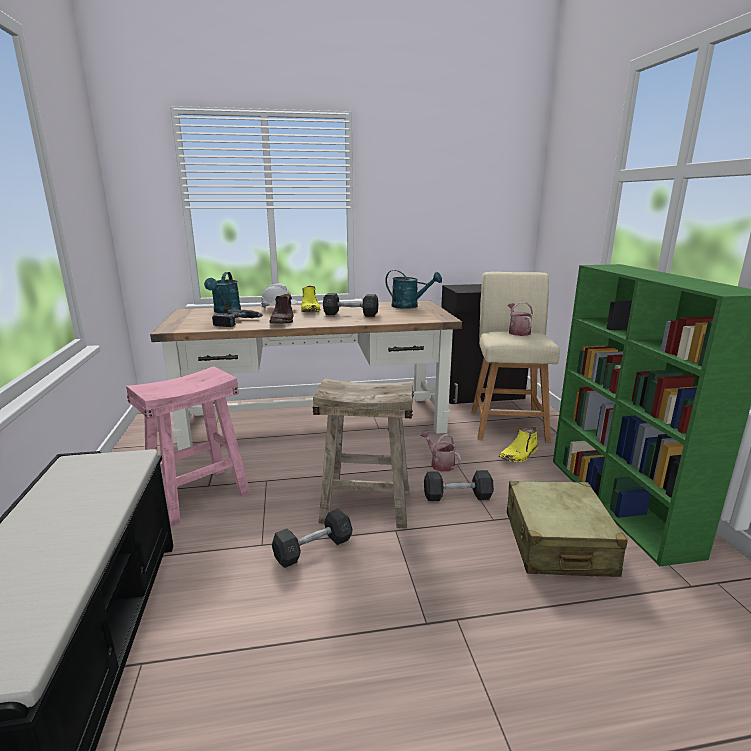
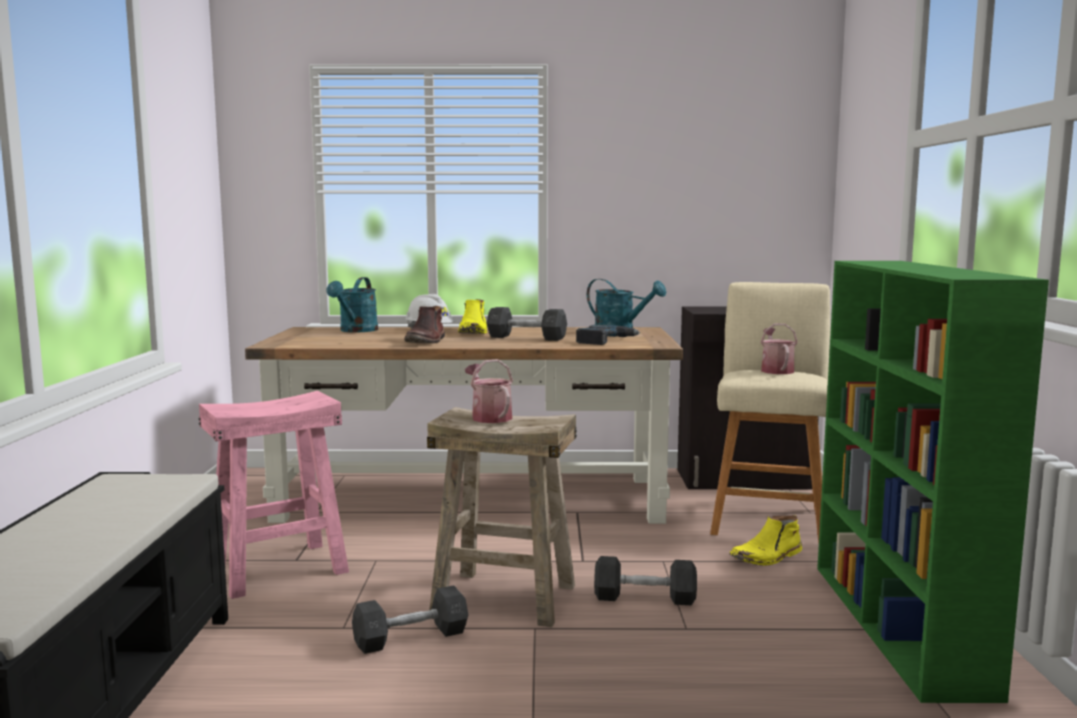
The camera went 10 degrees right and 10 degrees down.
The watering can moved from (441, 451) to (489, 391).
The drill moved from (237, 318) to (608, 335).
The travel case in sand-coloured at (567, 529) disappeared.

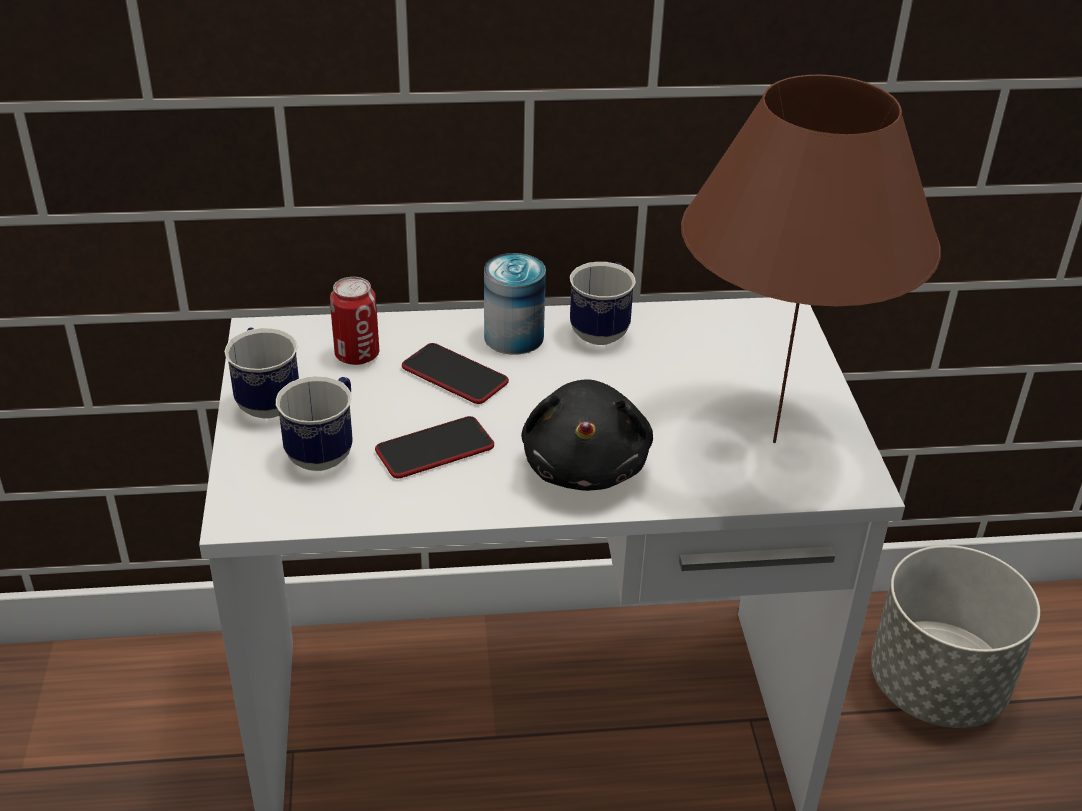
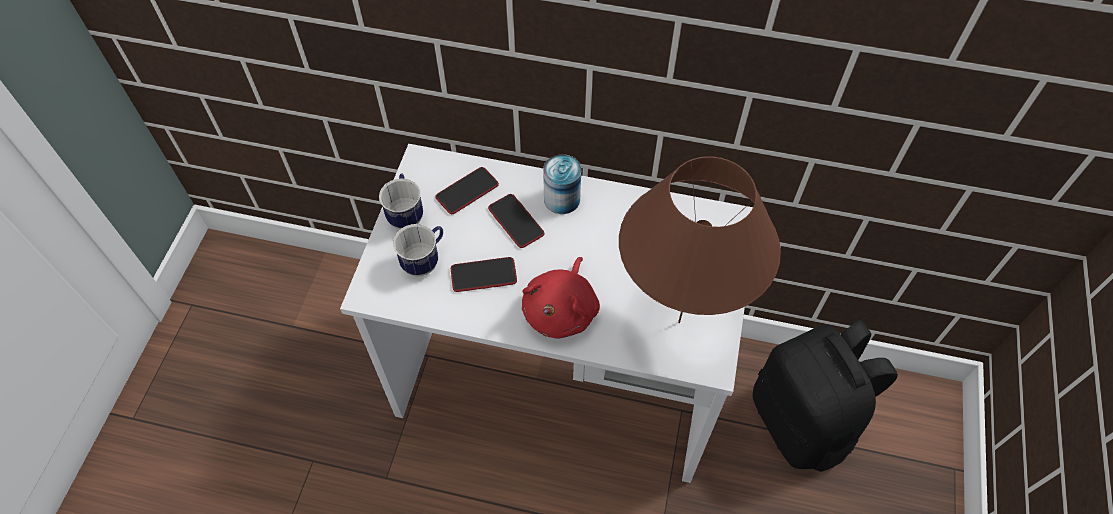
The camera went 20 degrees right and 20 degrees up.
The can at (354, 321) was replaced by the handset at (467, 190).
The cuddly toy in black at (587, 435) became the cuddly toy in red-coloured at (561, 297).
The plant pot in gray at (955, 636) was replaced by the knapsack in black at (825, 396).
The tea mug at (603, 303) disappeared.

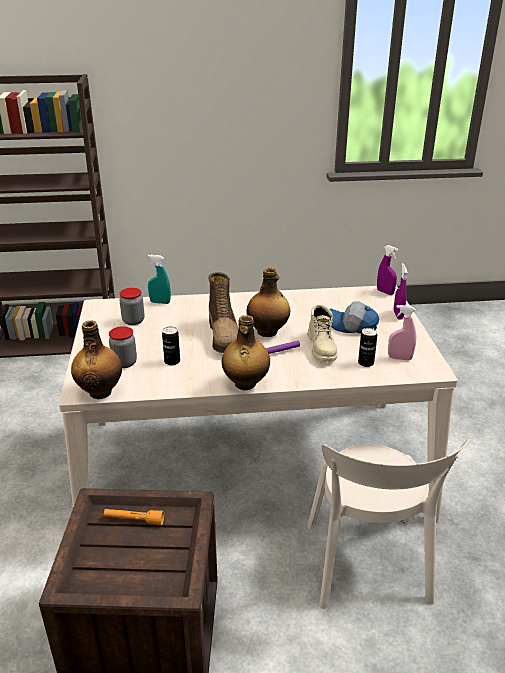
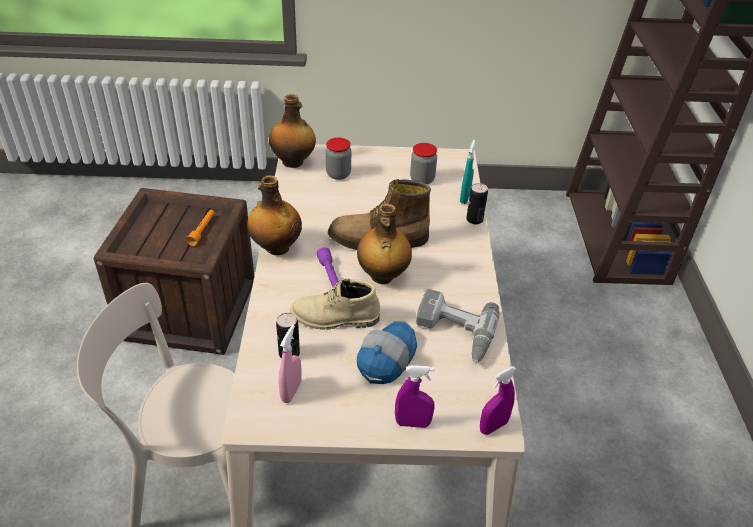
The camera went 95 degrees right and 10 degrees up.
The drill at (457, 326) appeared.
The can moved from (171, 345) to (477, 203).

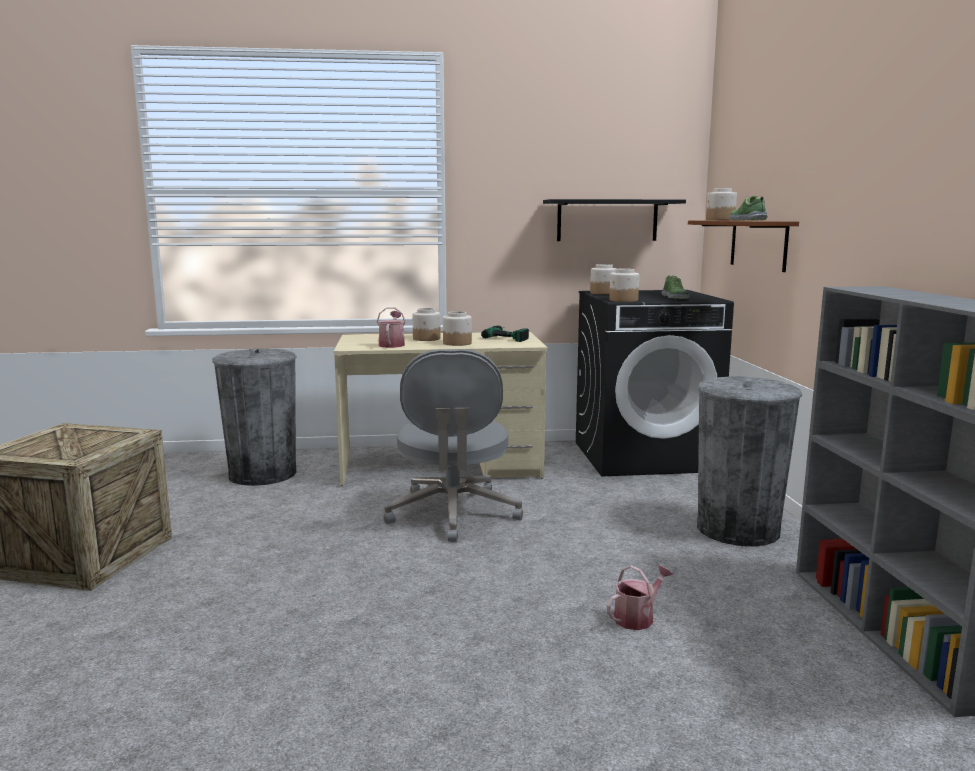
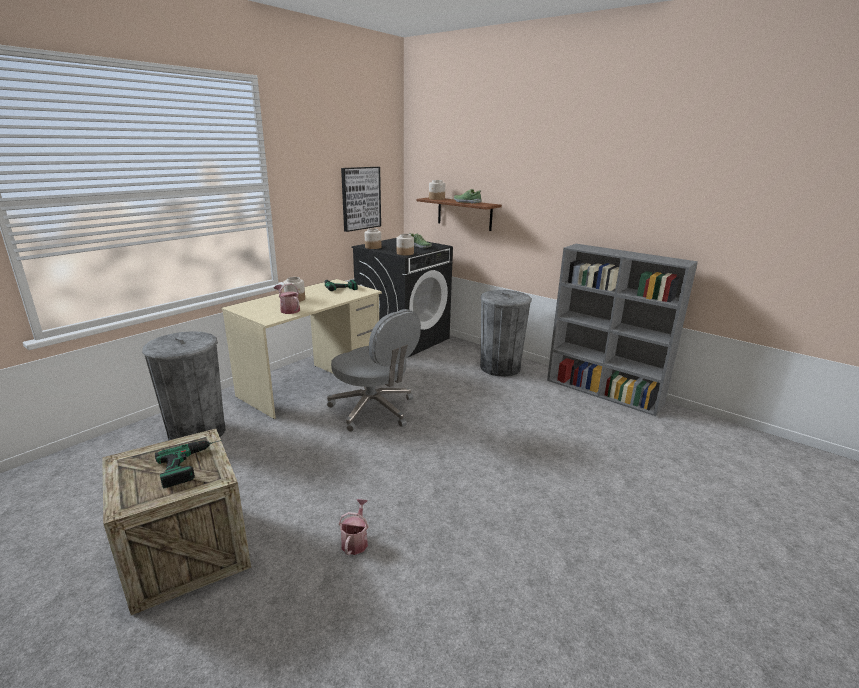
The camera went 45 degrees left and 10 degrees up.
The drill at (188, 464) appeared.
The watering can moved from (640, 597) to (354, 527).
The shelf in black at (614, 220) was replaced by the wall art at (361, 199).
The storage jar at (457, 328) disappeared.

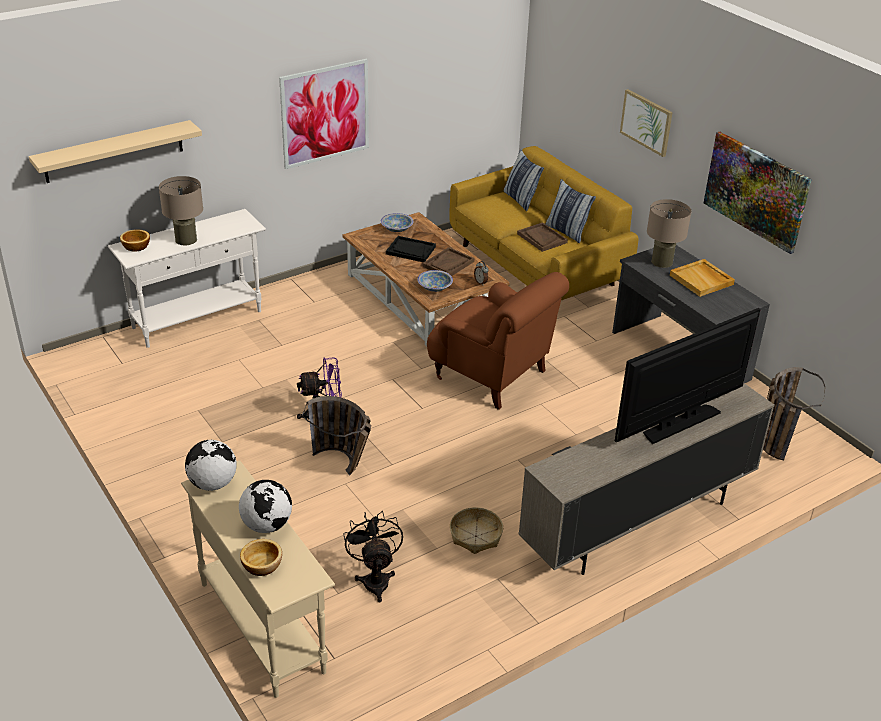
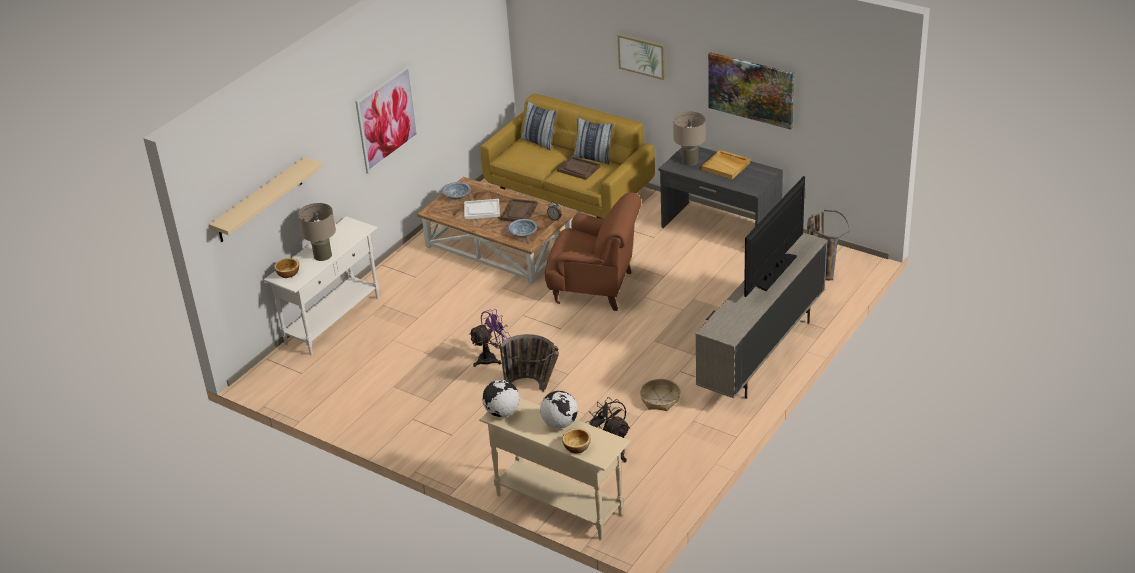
The camera went 20 degrees left and 0 degrees up.
The carrying tray in black at (411, 249) became the carrying tray in white at (482, 209).

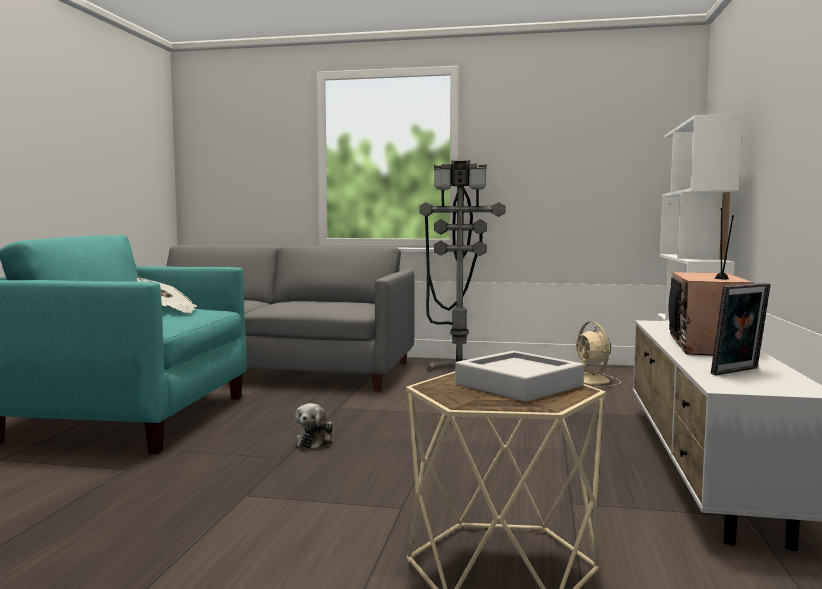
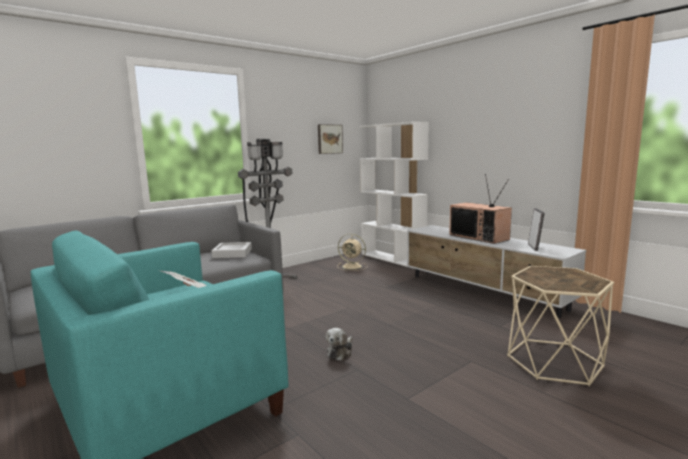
The camera went 50 degrees left and 5 degrees up.
The carrying tray in gray moved from (519, 376) to (232, 250).
The wall art at (330, 139) appeared.
The cuddly toy at (314, 426) turned 60 degrees clockwise.

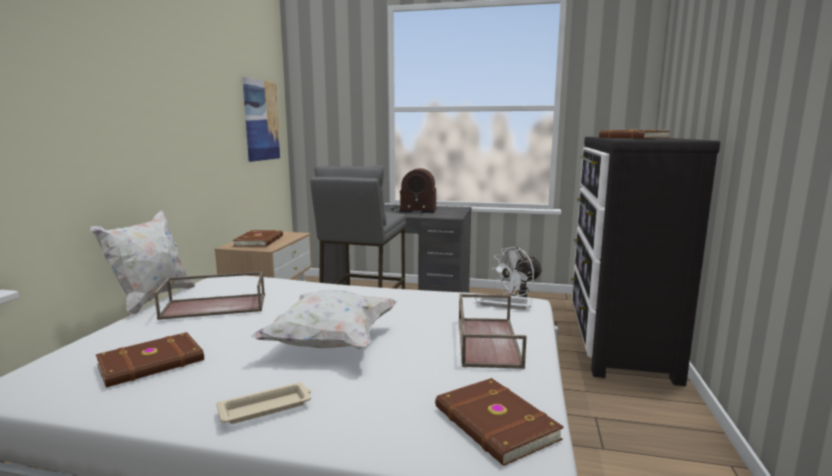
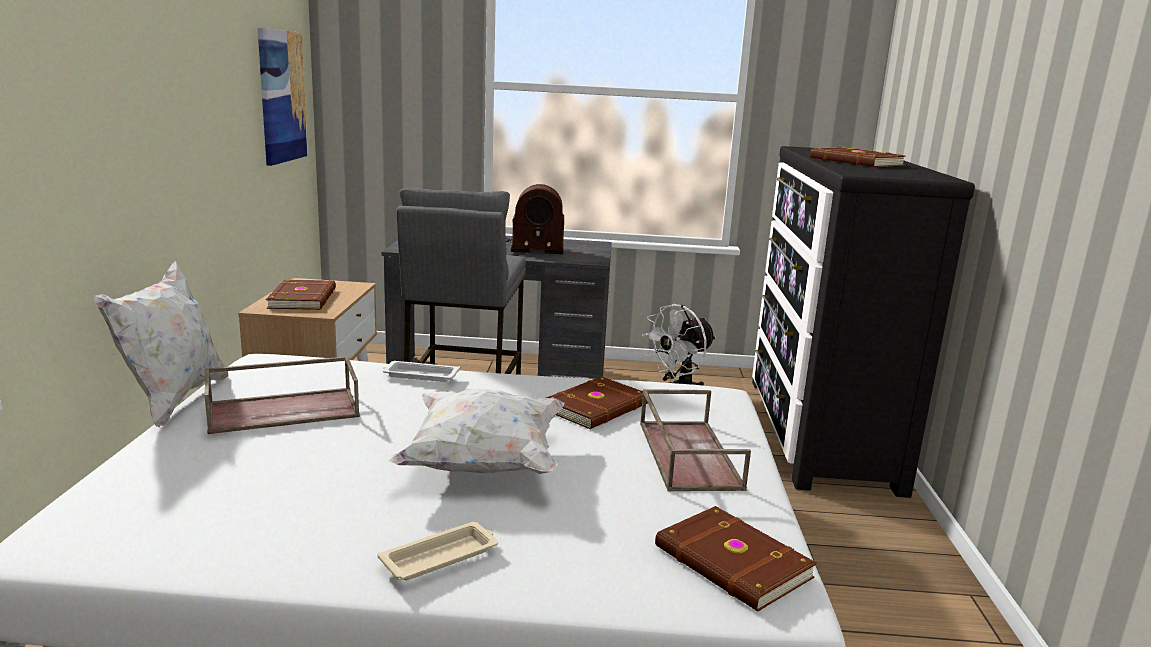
The camera went 10 degrees left and 5 degrees up.
The carrying tray in white moved from (503, 302) to (421, 371).
The bound book in brownish moved from (150, 360) to (597, 402).

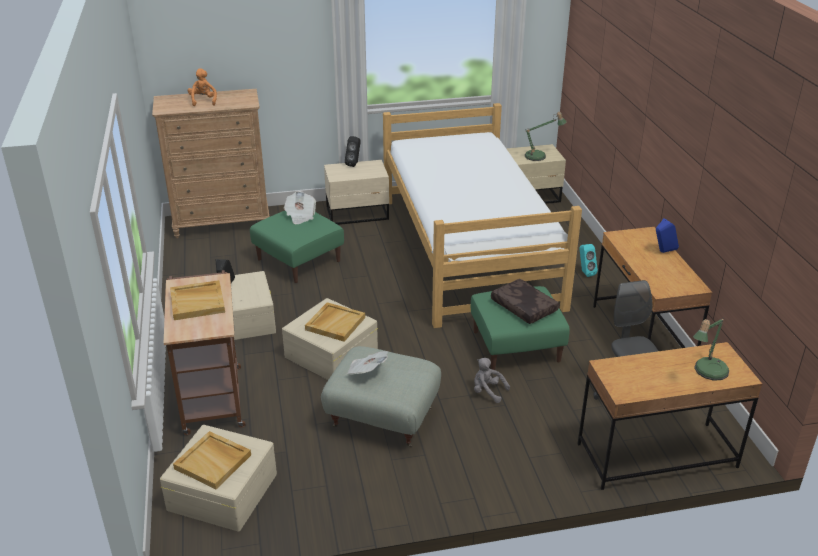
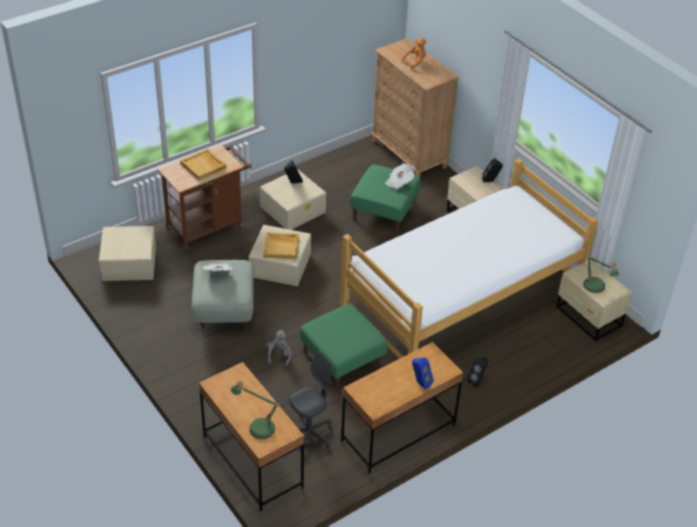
The camera went 65 degrees right and 10 degrees up.
The loudspeaker in turquoise-coloured at (588, 260) became the loudspeaker in black at (477, 372).
The carrying tray in sand-coloured at (212, 460) disappeared.
The cushion in brownish at (525, 301) disappeared.

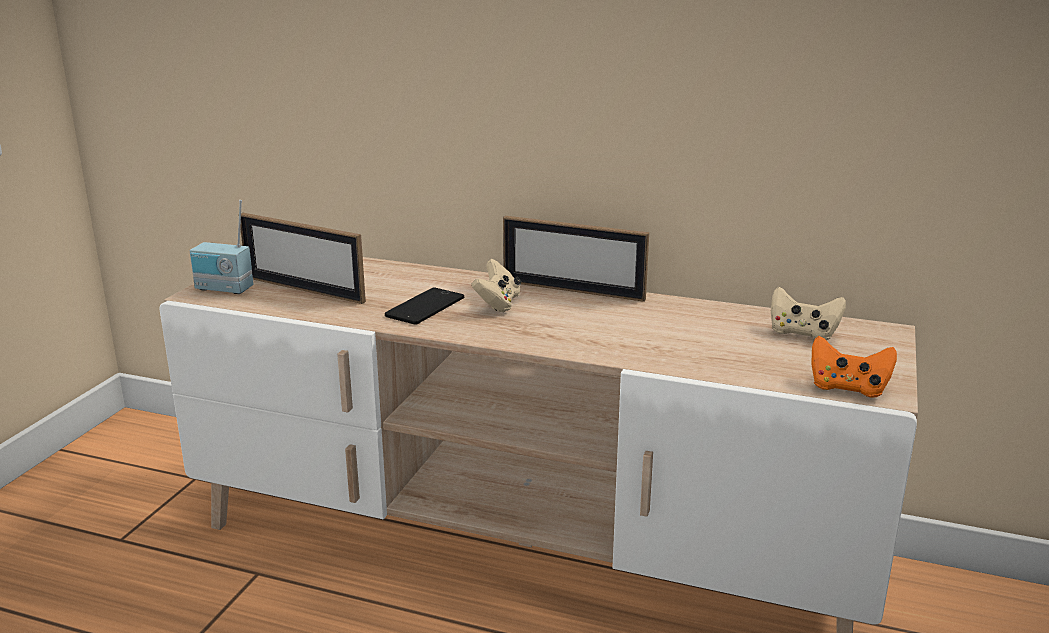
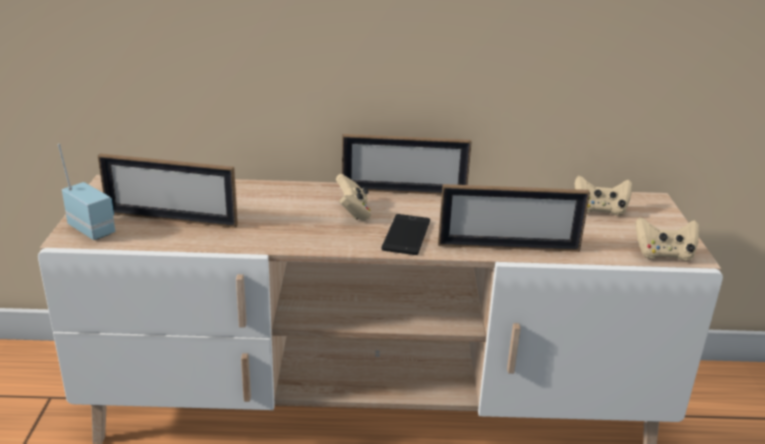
The camera went 20 degrees left and 5 degrees up.
The radio receiver at (222, 247) turned 135 degrees counterclockwise.
The handset moved from (424, 306) to (406, 234).
The photo frame at (514, 218) appeared.
The joypad in orange at (854, 367) became the joypad in sand-coloured at (667, 239).

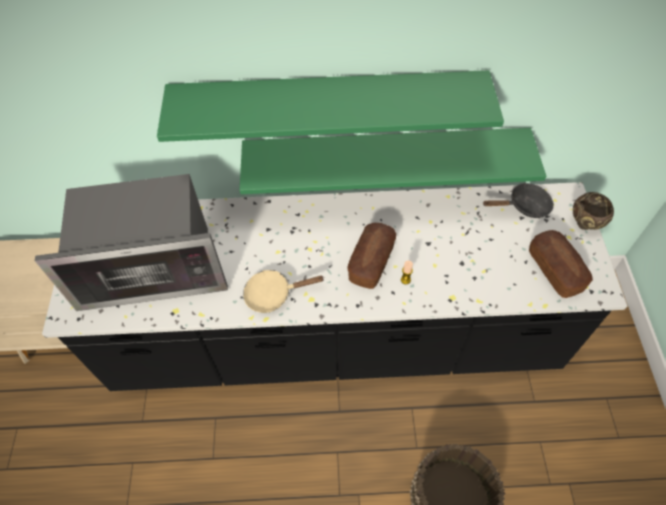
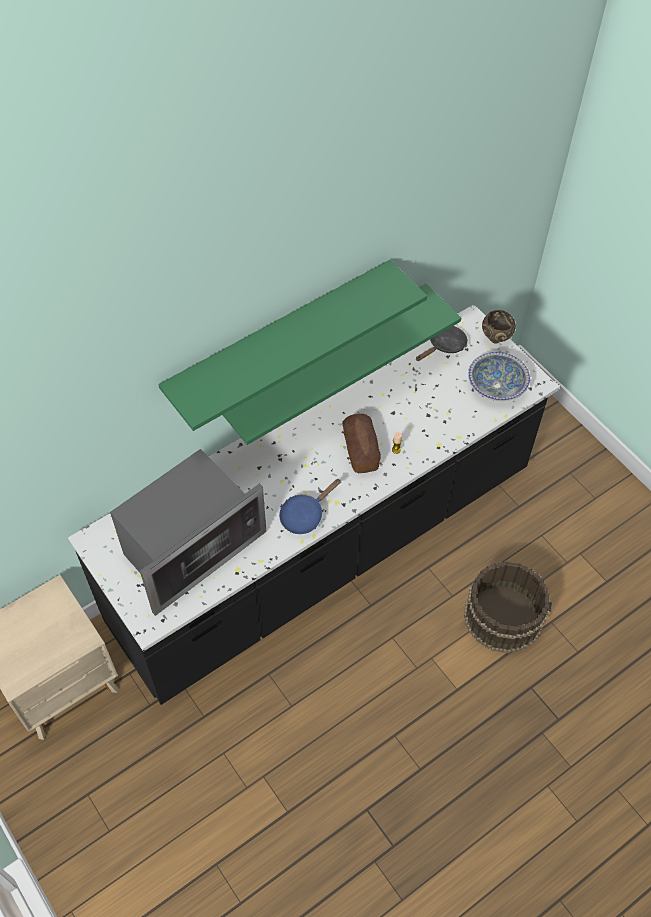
The camera went 35 degrees left and 0 degrees up.
The skillet in sand-coloured at (284, 291) became the skillet in blue-coloured at (310, 506).
The bread at (561, 264) was replaced by the bowl at (499, 376).

